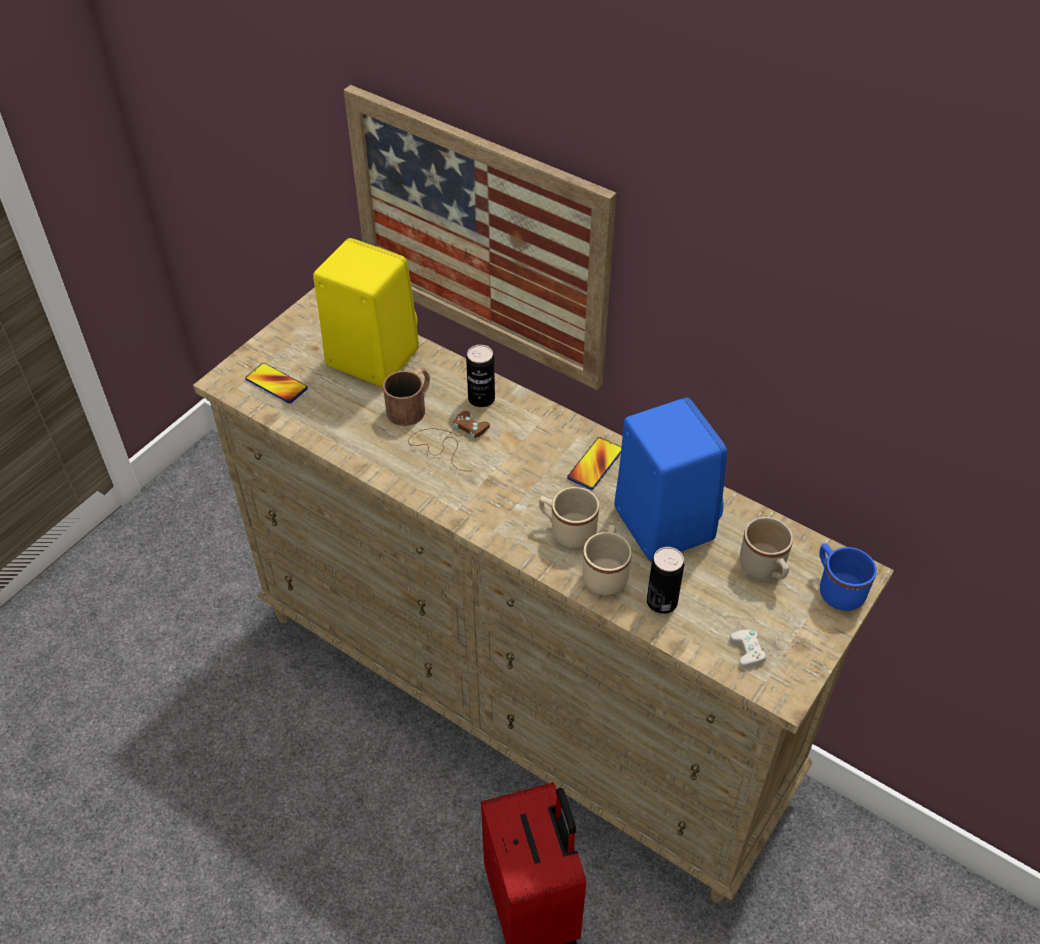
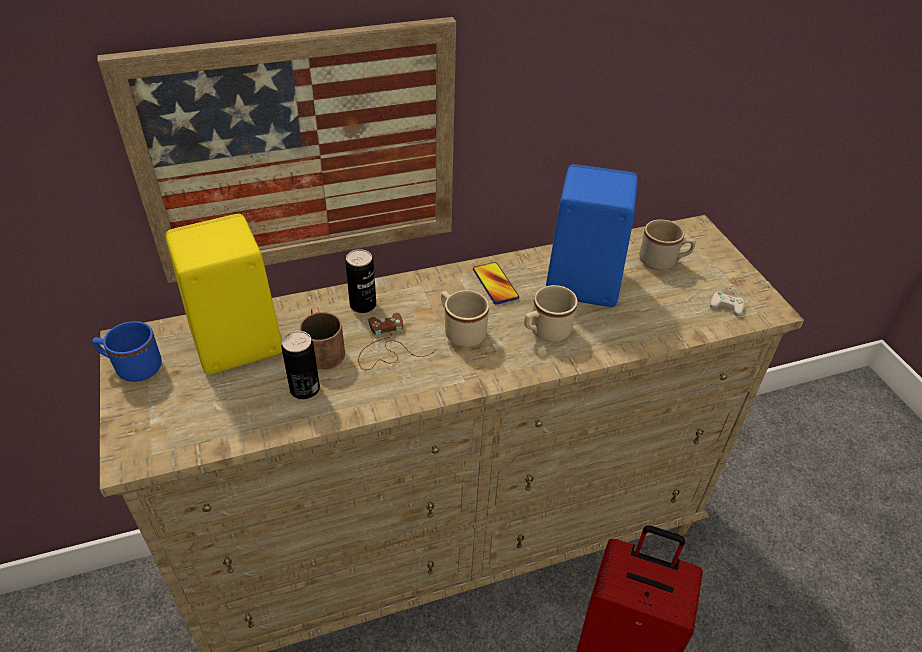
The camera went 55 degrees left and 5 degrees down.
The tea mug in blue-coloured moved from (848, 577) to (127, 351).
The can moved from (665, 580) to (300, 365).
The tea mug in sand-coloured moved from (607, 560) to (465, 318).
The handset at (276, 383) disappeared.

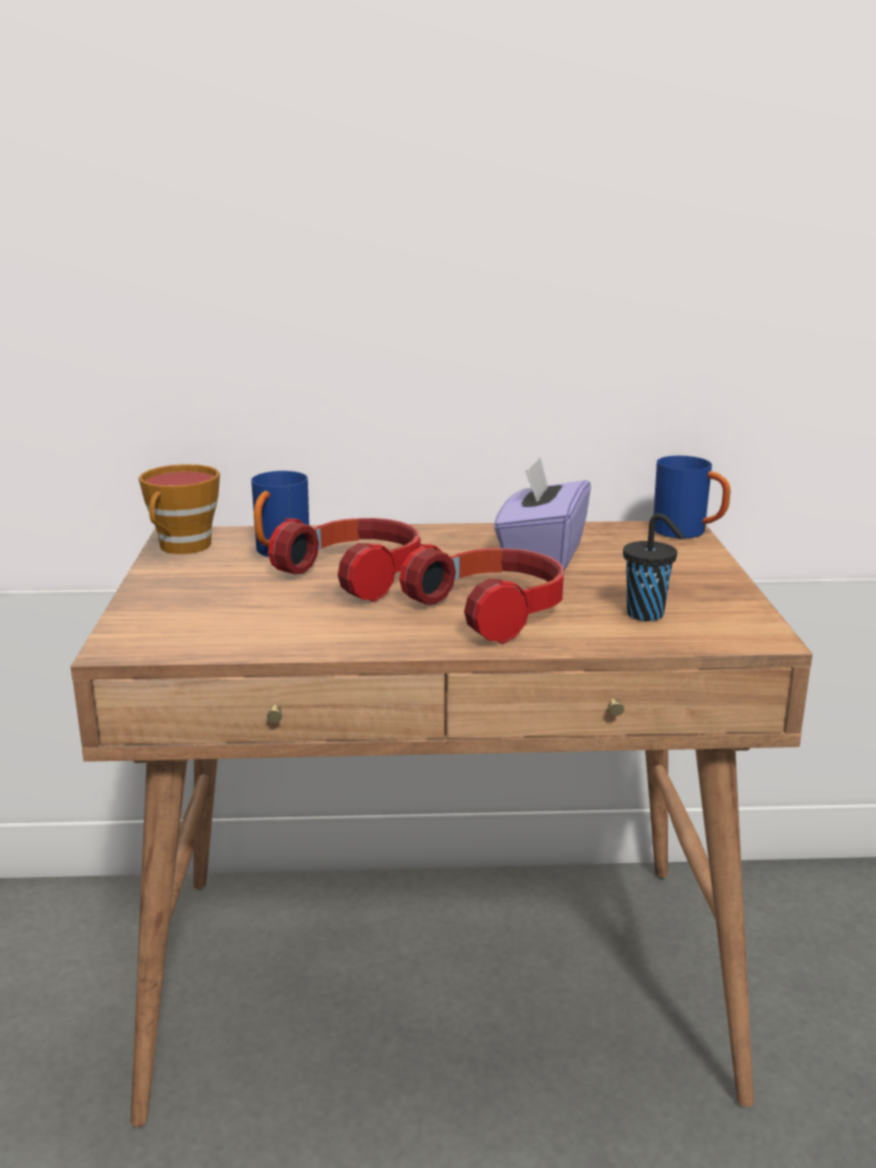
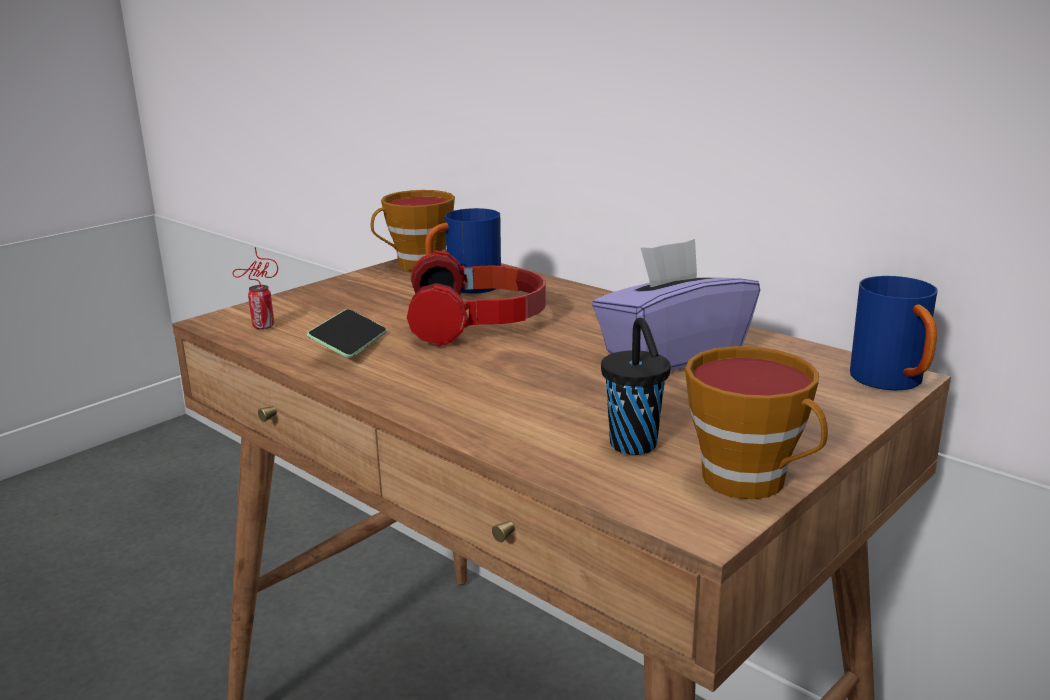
The camera went 45 degrees right and 0 degrees up.
The can at (255, 288) appeared.
The handset at (346, 333) appeared.
The drinking cup at (756, 422) appeared.
The headphones at (481, 594) disappeared.

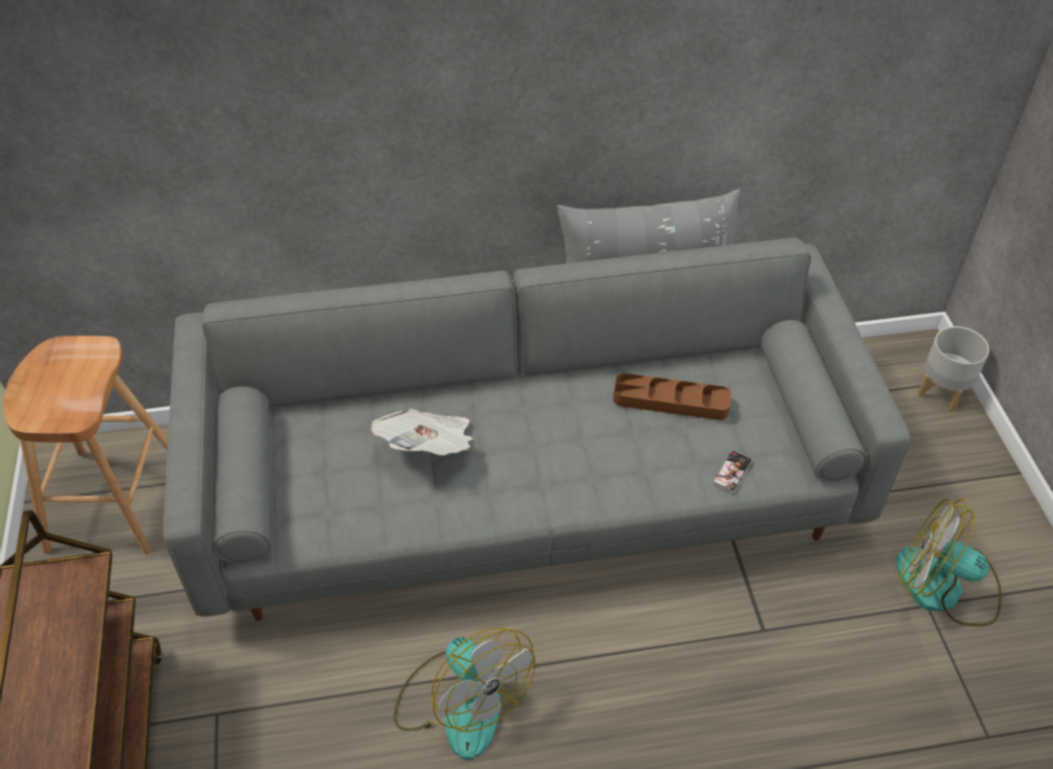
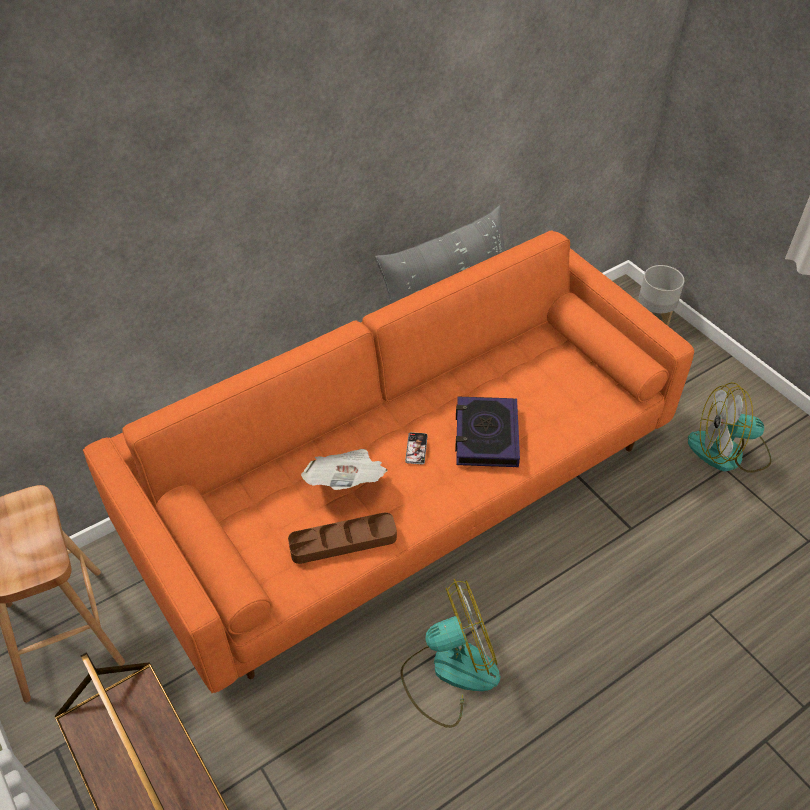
The camera went 25 degrees left and 0 degrees up.
The sofa in gray at (536, 429) became the sofa in orange at (388, 462).
The carrying tray in brownish moved from (672, 396) to (342, 538).
The fan at (464, 693) turned 45 degrees counterclockwise.
The handset moved from (732, 471) to (416, 448).
The bound book at (487, 432) appeared.

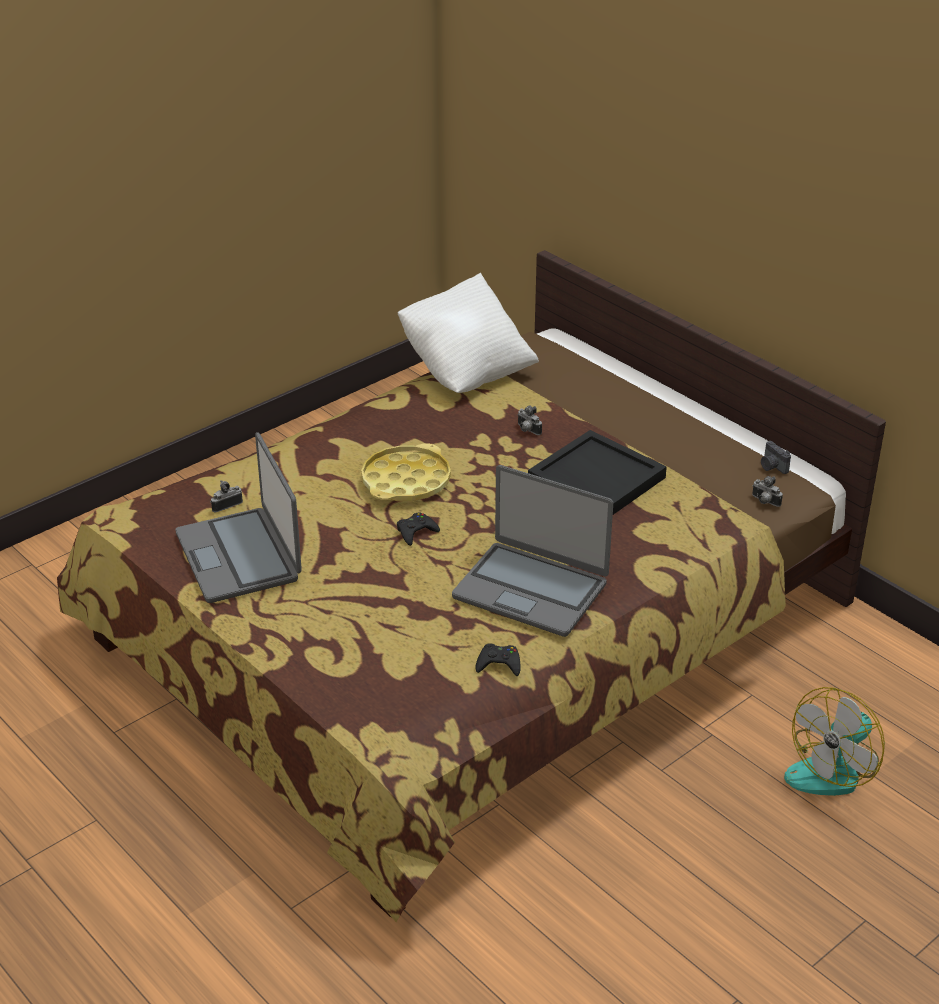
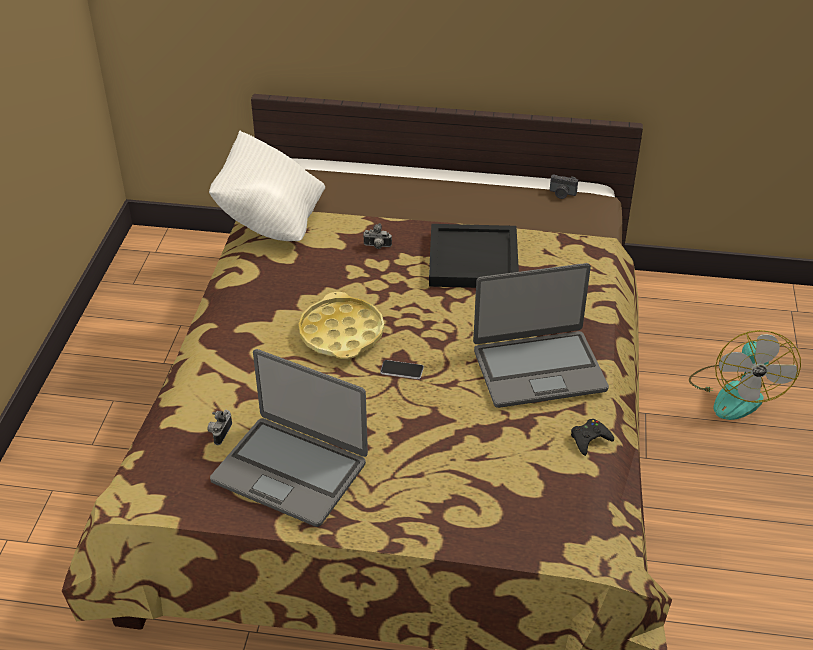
The camera went 40 degrees left and 5 degrees up.
The joypad in black at (418, 529) was replaced by the handset at (402, 369).
The still camera at (767, 491) disappeared.

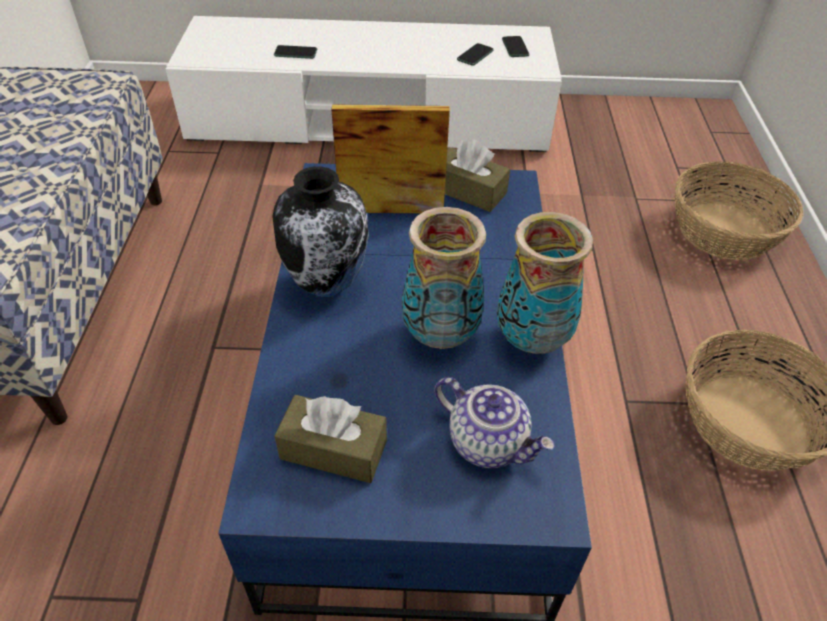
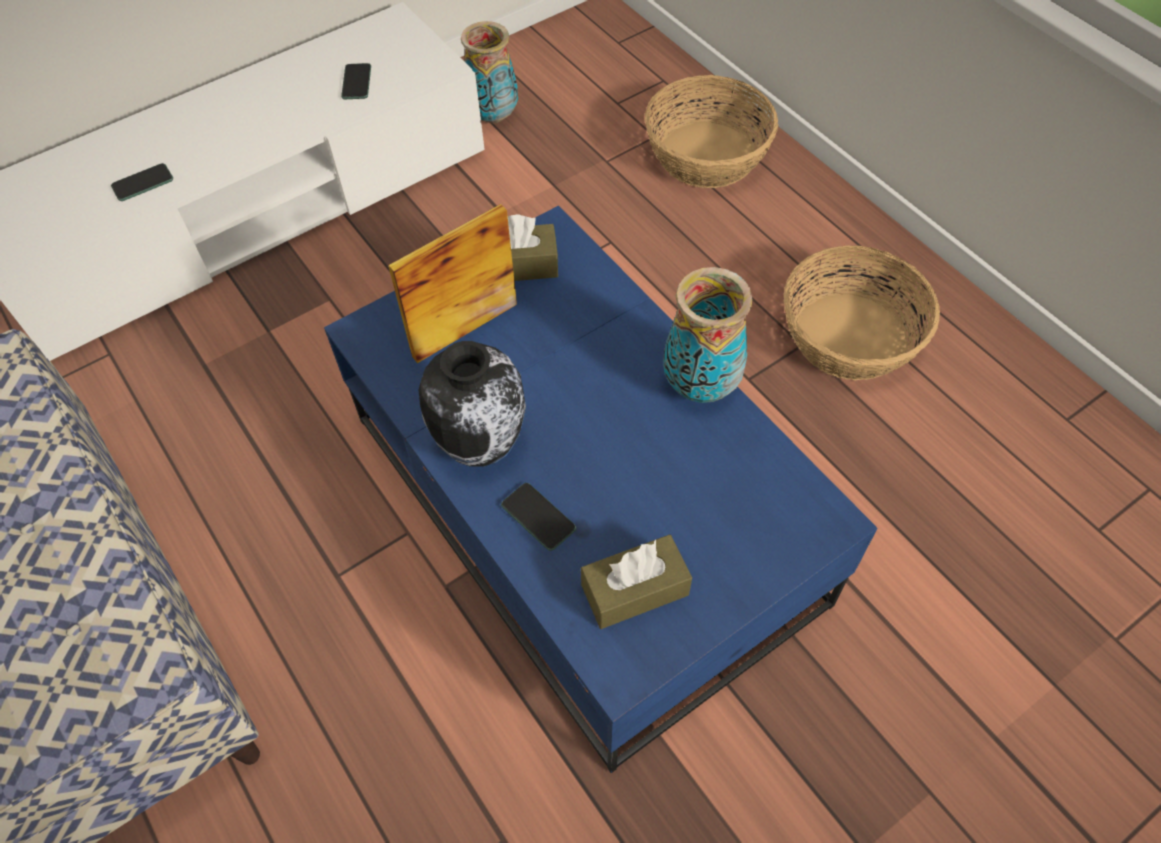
The camera went 35 degrees left and 10 degrees up.
The flower vase moved from (444, 278) to (489, 72).
The handset moved from (516, 46) to (538, 517).
The teapot at (495, 422) disappeared.

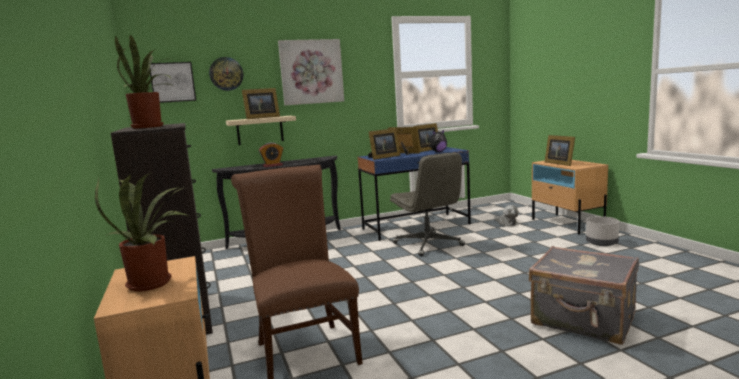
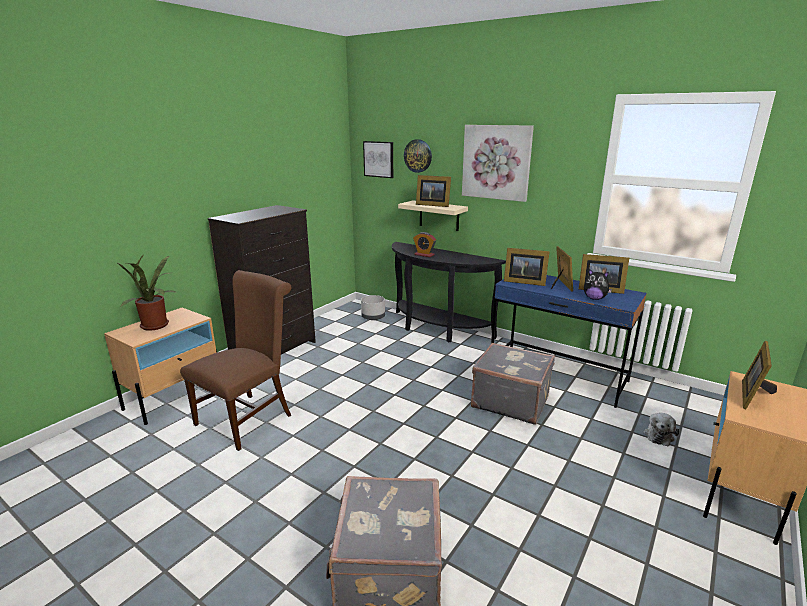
The camera went 55 degrees right and 10 degrees up.
The plant pot in gray moved from (602, 231) to (373, 307).
The desk chair in gray at (427, 204) was replaced by the travel case in gray at (513, 384).
The potted plant at (144, 82) disappeared.

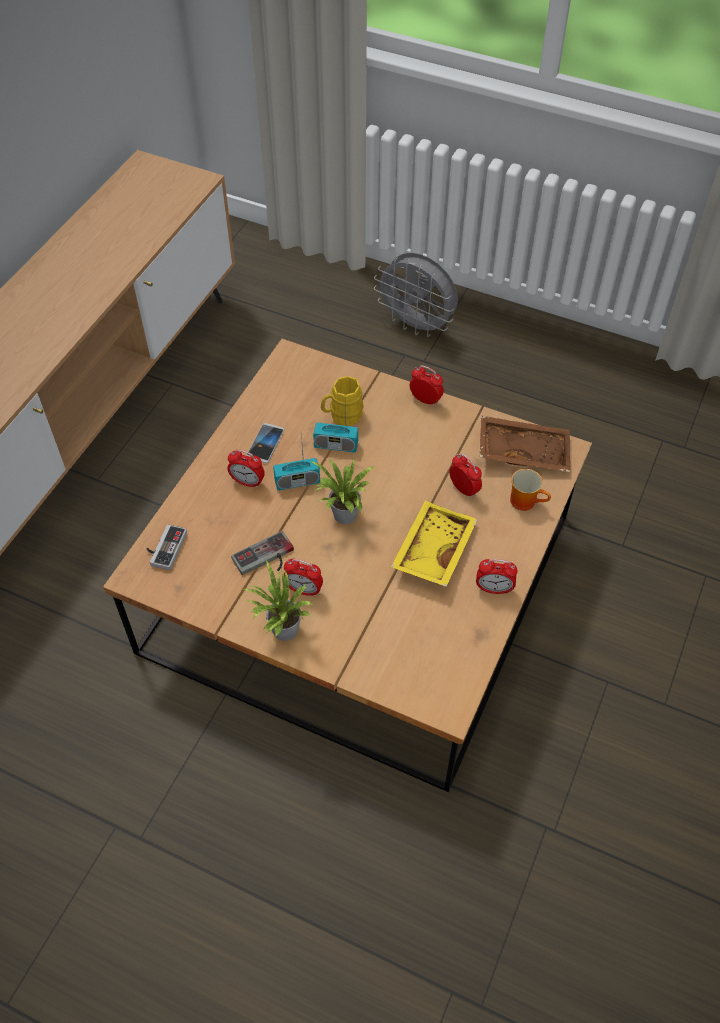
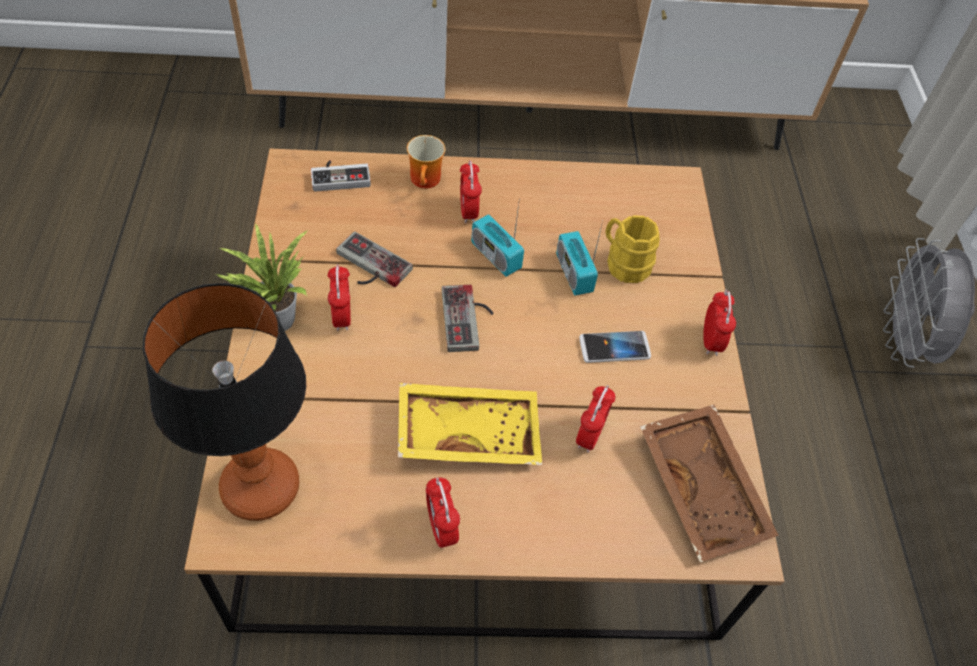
The camera went 60 degrees right and 0 degrees up.
The table lamp at (224, 402) appeared.
The tea mug moved from (530, 490) to (426, 161).
The potted plant at (342, 491) was replaced by the joypad at (468, 318).
The handset moved from (265, 443) to (615, 347).

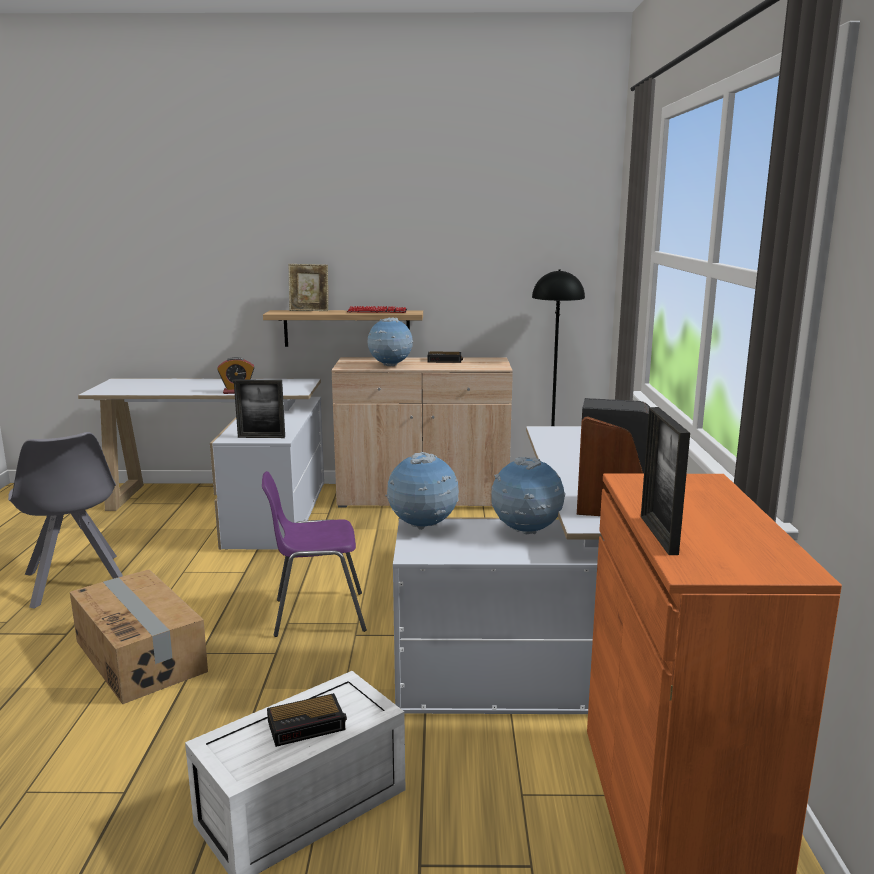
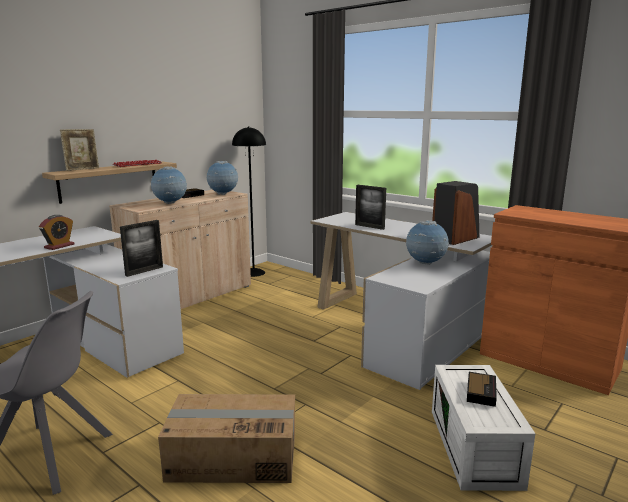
The camera went 50 degrees left and 0 degrees up.
The desk globe moved from (422, 491) to (222, 178).
The photo frame moved from (665, 481) to (370, 207).
The plain chair in purple at (314, 554) disappeared.

